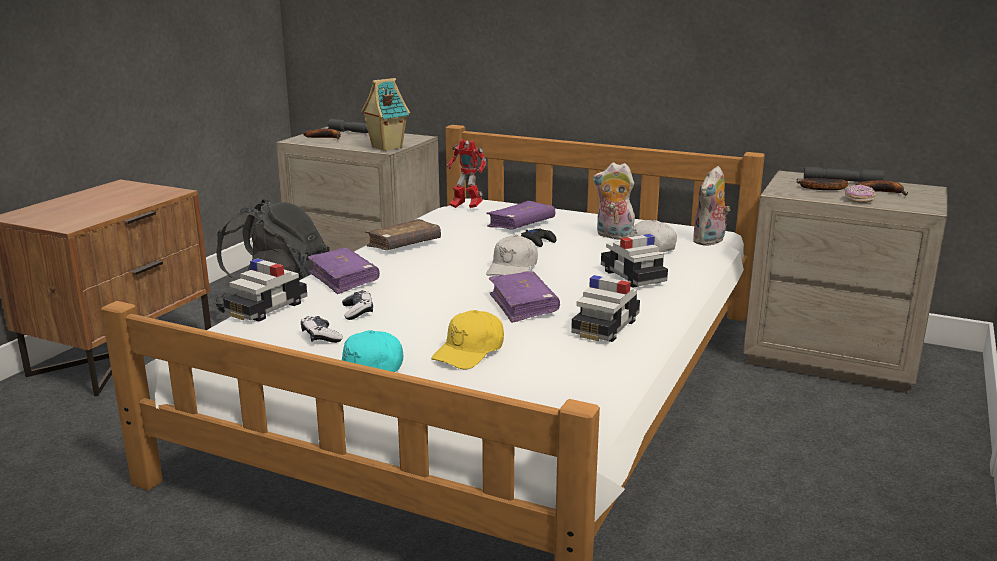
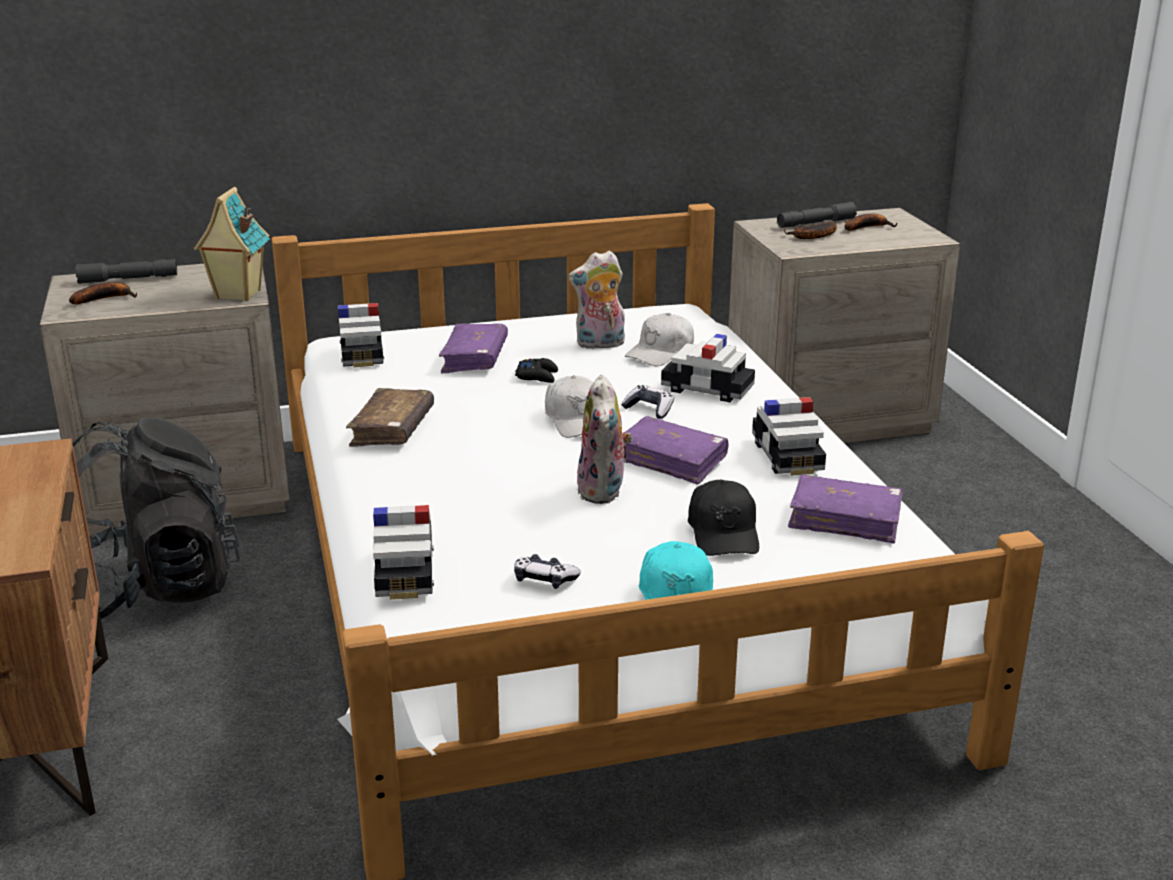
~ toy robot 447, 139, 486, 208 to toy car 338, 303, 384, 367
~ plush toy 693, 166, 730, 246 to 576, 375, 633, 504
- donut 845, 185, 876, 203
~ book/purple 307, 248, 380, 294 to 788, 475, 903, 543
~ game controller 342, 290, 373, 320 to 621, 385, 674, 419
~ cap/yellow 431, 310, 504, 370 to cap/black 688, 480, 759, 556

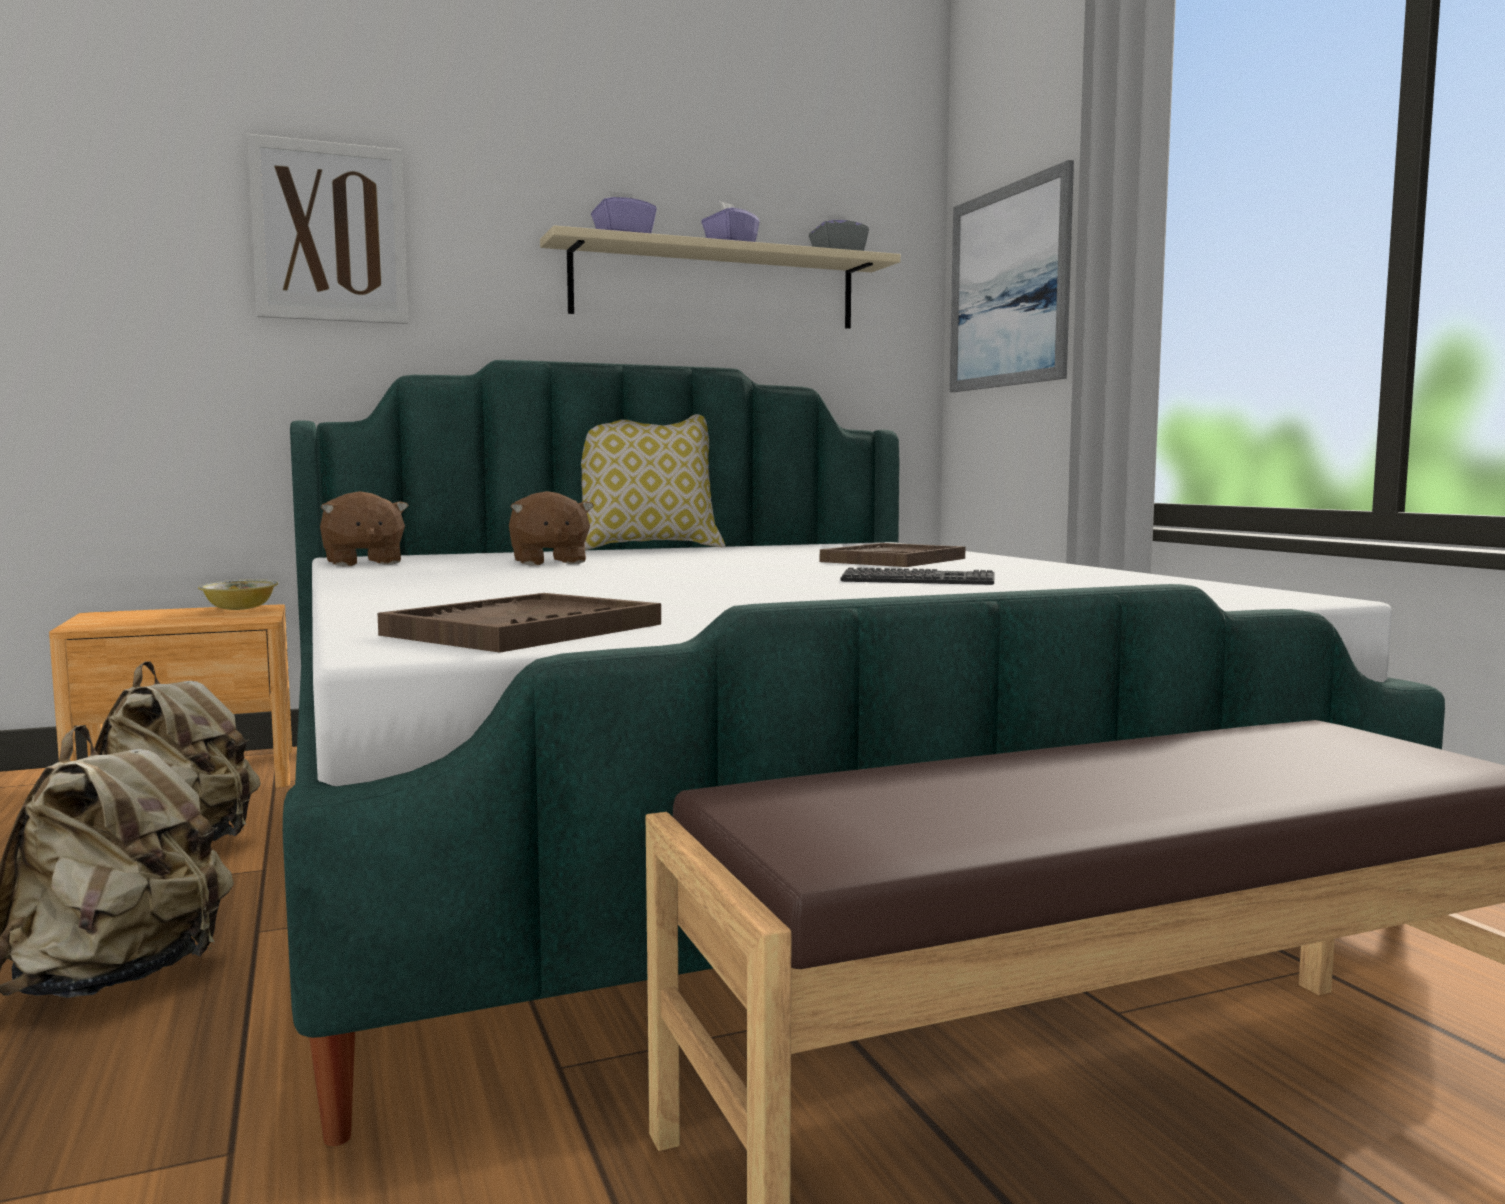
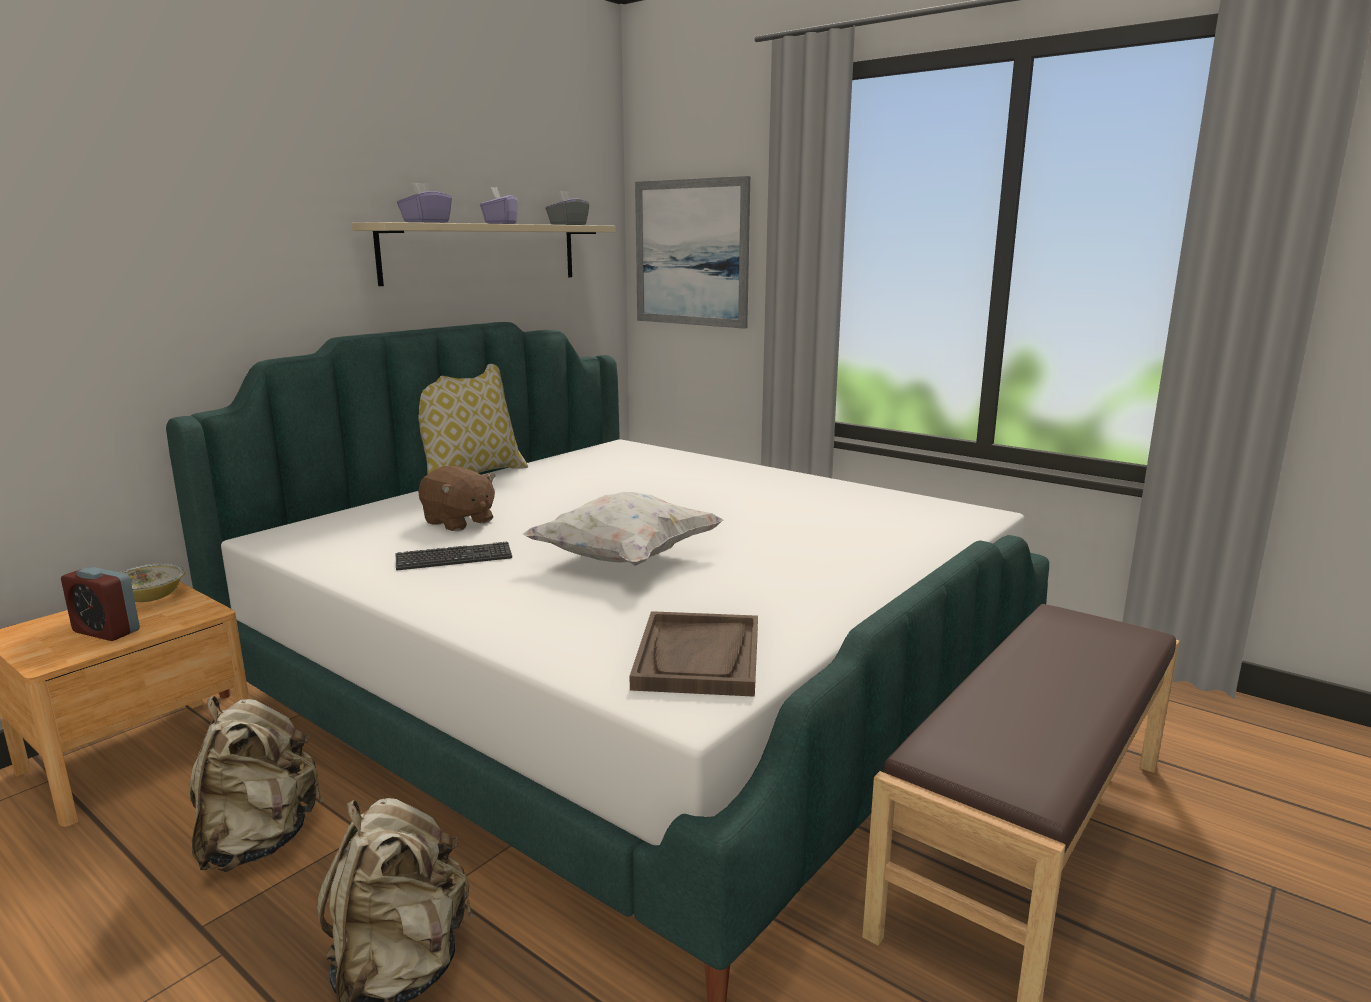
- picture 247, 134, 408, 324
- plush toy/brown 320, 491, 408, 566
- tray/brown 820, 543, 965, 567
~ keyboard 840, 567, 994, 585 to 396, 541, 512, 570
+ pillow/white 522, 492, 724, 566
+ alarm clock 61, 567, 140, 641

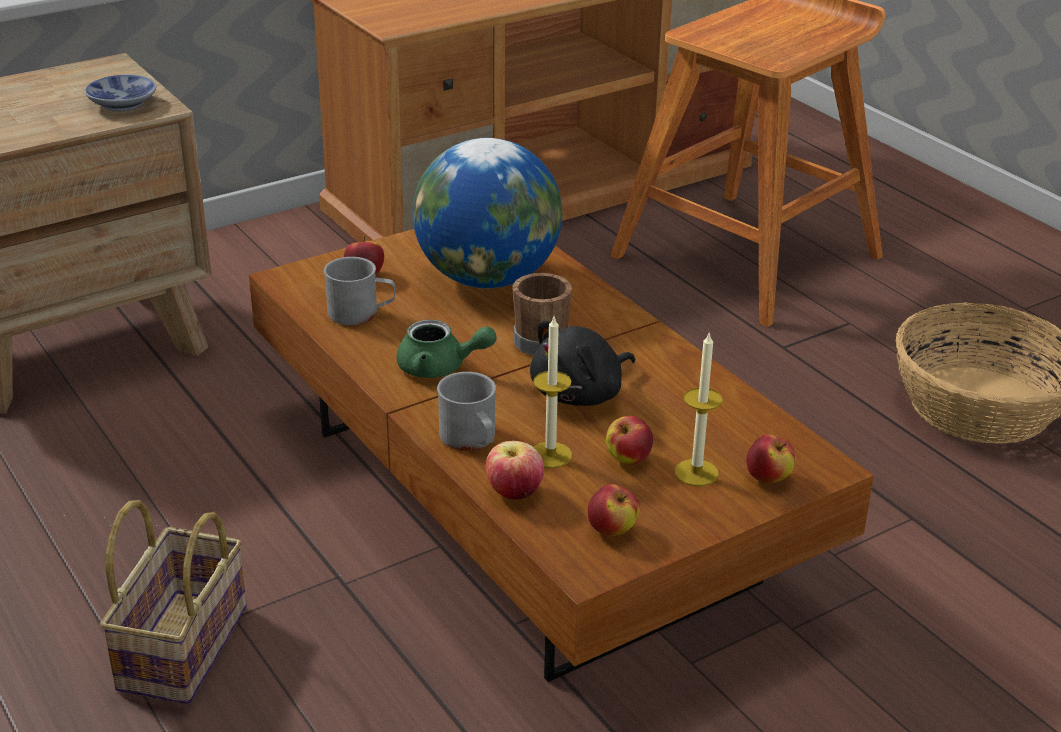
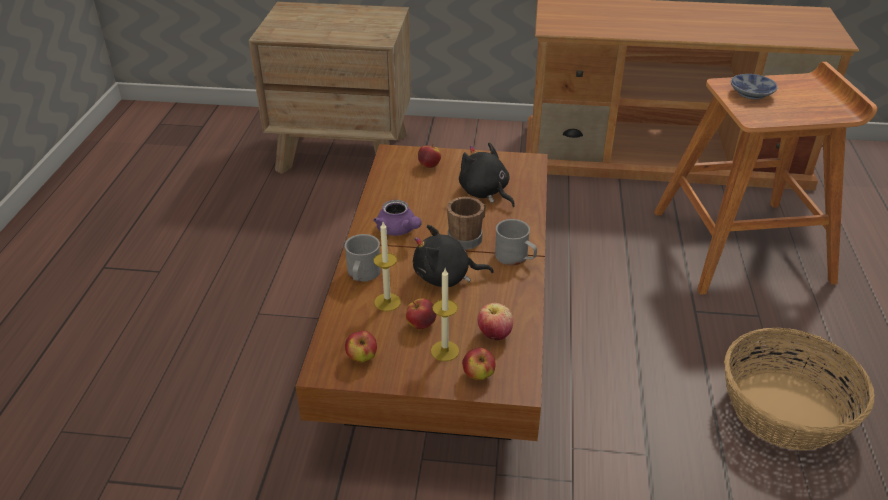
~ bowl 85, 75, 156, 112 to 731, 74, 777, 100
~ globe 412, 138, 562, 288 to plush toy/black 459, 142, 515, 207
~ mug/grey 324, 257, 395, 325 to 495, 219, 537, 265
~ teapot/green 397, 320, 497, 378 to teapot/purple 373, 200, 422, 236
~ apple 486, 441, 544, 499 to 477, 303, 513, 340
- basket 100, 500, 247, 704

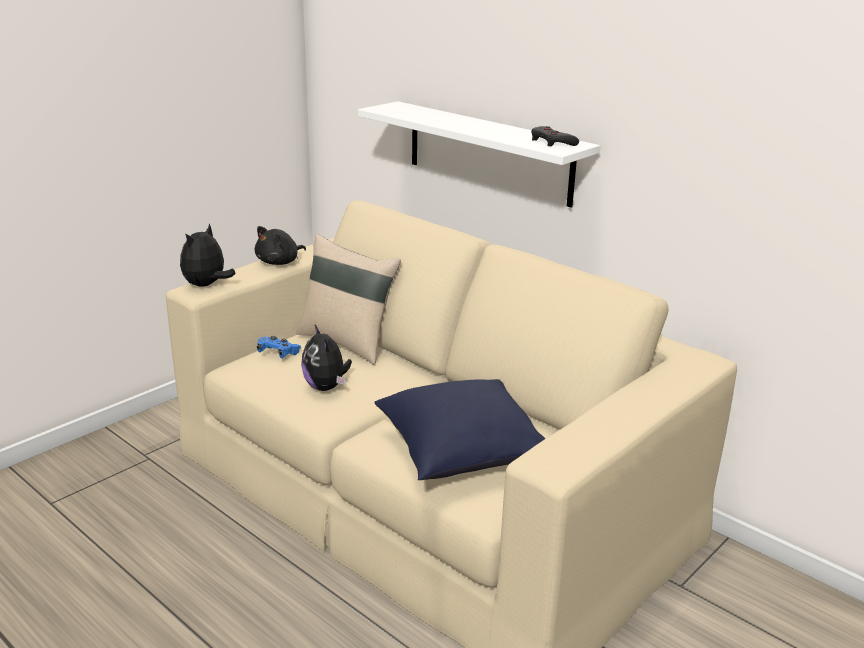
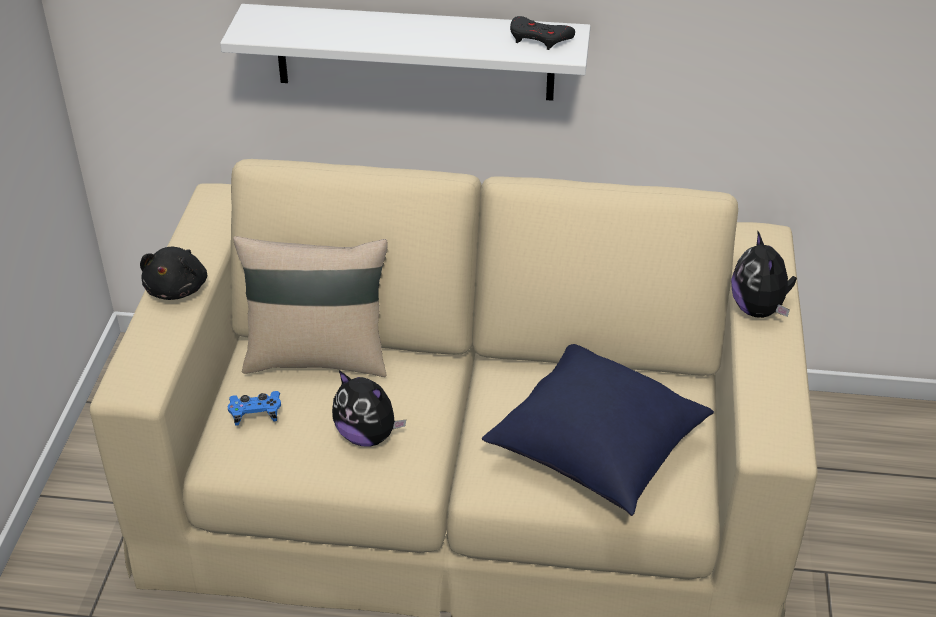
~ plush toy 180, 224, 236, 287 to 731, 231, 797, 318

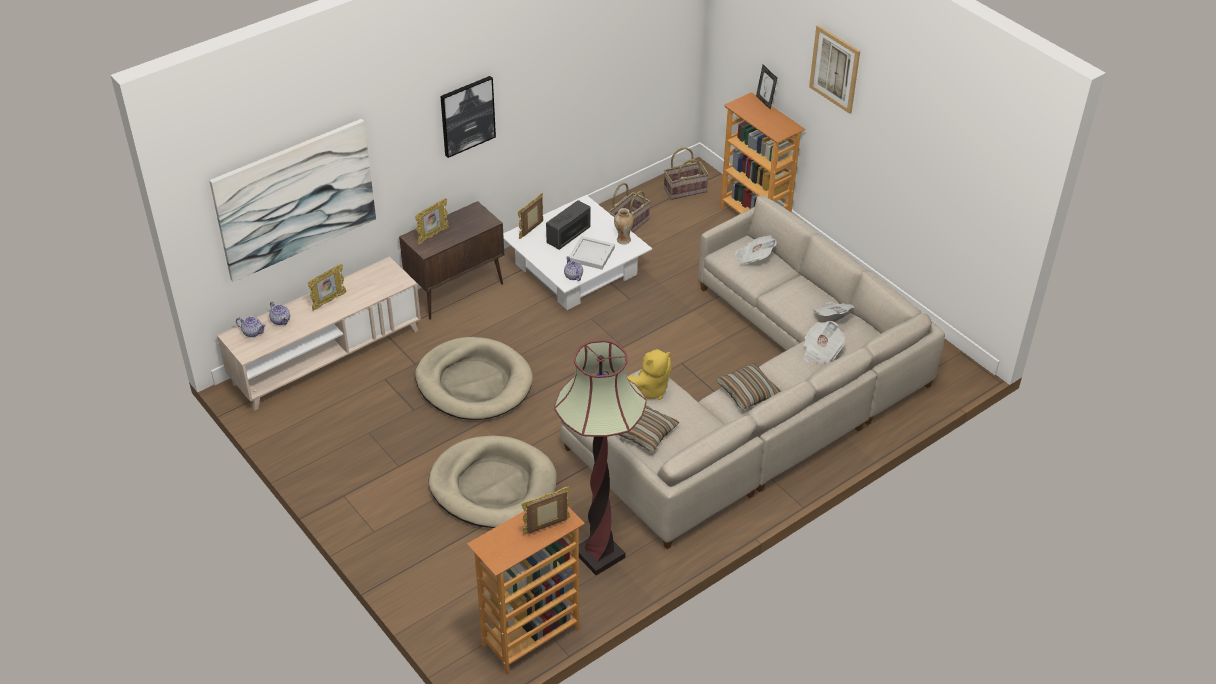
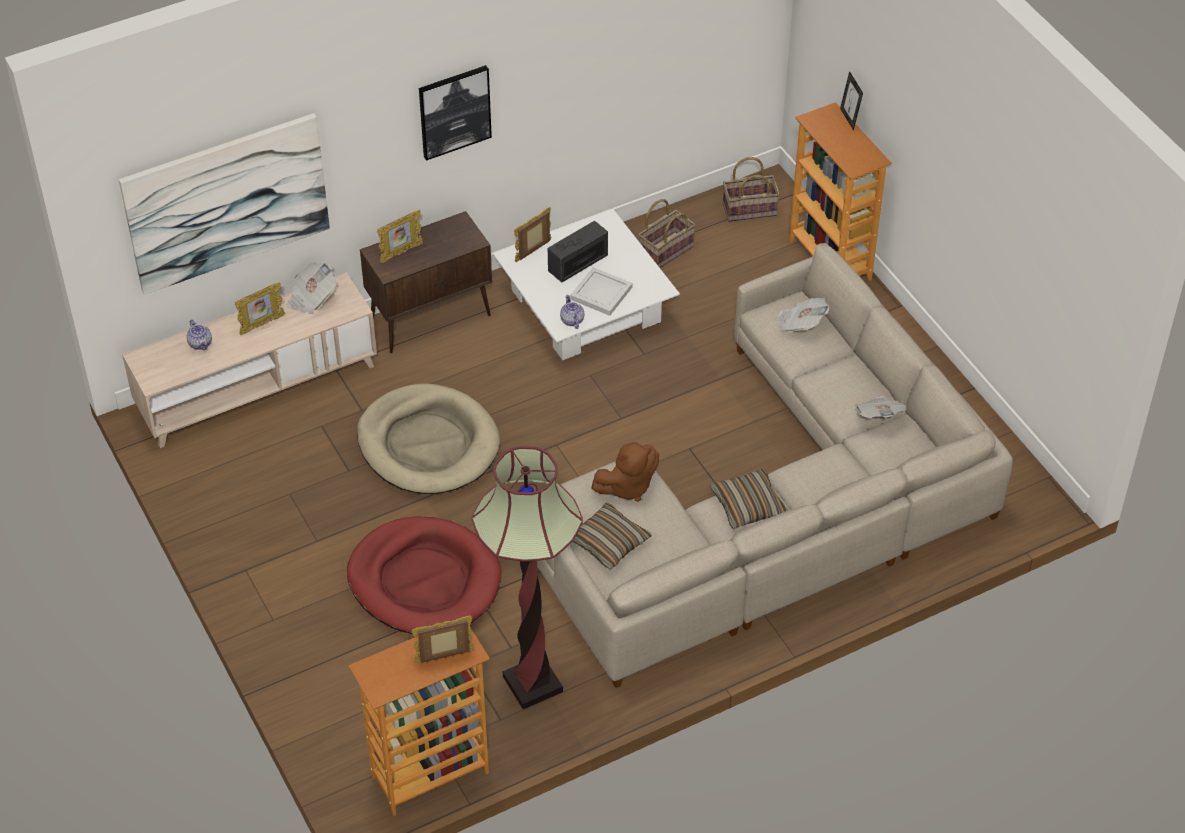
- picture 809, 25, 860, 114
- vase 614, 208, 634, 245
- teapot 236, 316, 266, 337
~ newspaper 803, 321, 845, 365 to 287, 263, 336, 314
~ plush toy/yellow 627, 349, 672, 400 to plush toy/brown 591, 442, 659, 502
~ dog bed/beige 429, 435, 557, 528 to dog bed/red 347, 516, 501, 634

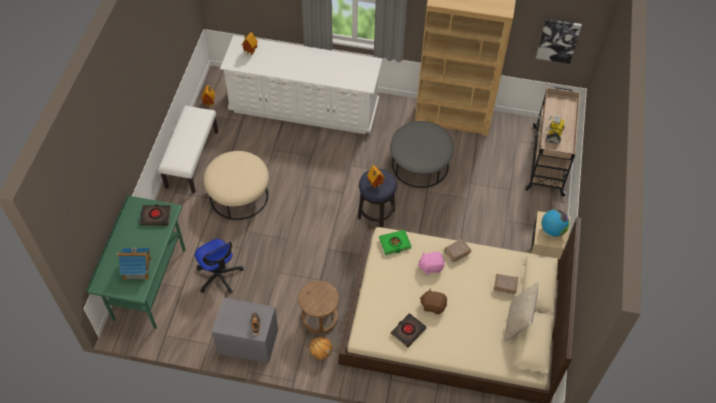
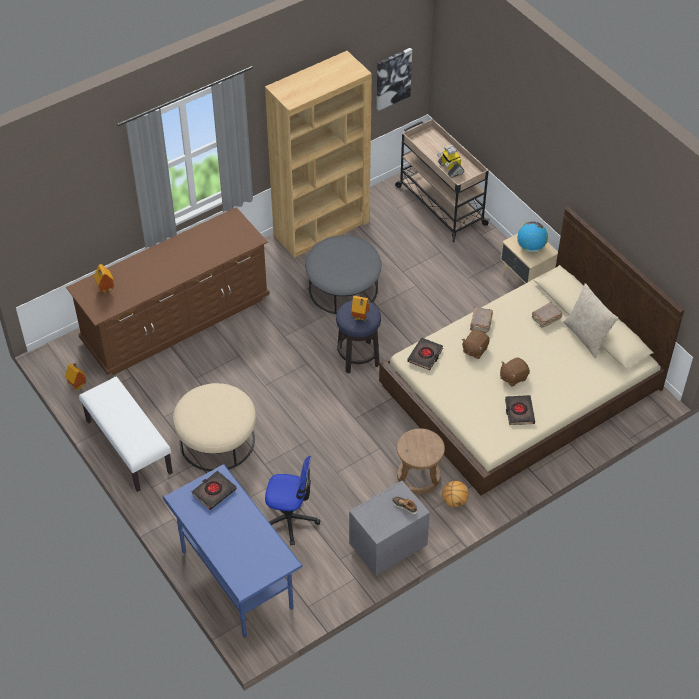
~ dresser/white 220, 35, 382, 134 to dresser/brown 66, 207, 270, 375
~ desk/green 86, 194, 186, 329 to desk/blue 162, 464, 302, 638
~ book/green 379, 230, 412, 255 to book/black 407, 337, 443, 370
- toy house 117, 247, 151, 280
~ plush toy/pink 418, 252, 445, 274 to plush toy/brown 462, 330, 490, 359

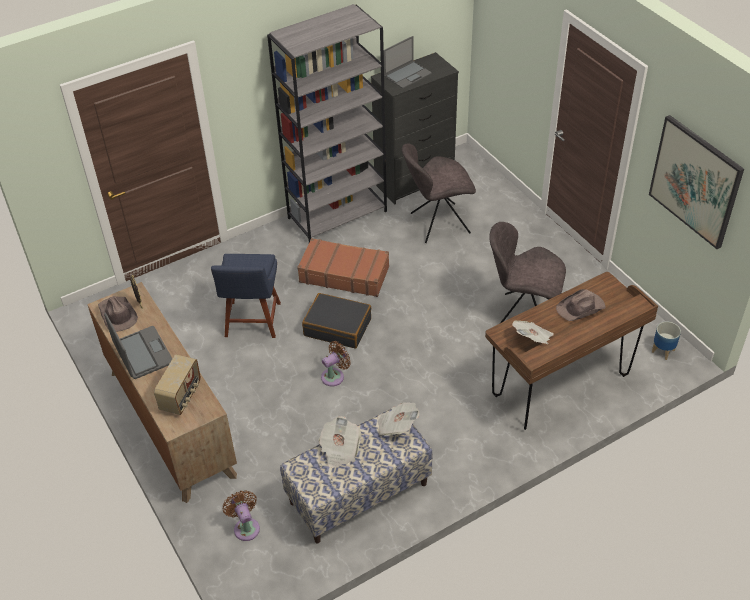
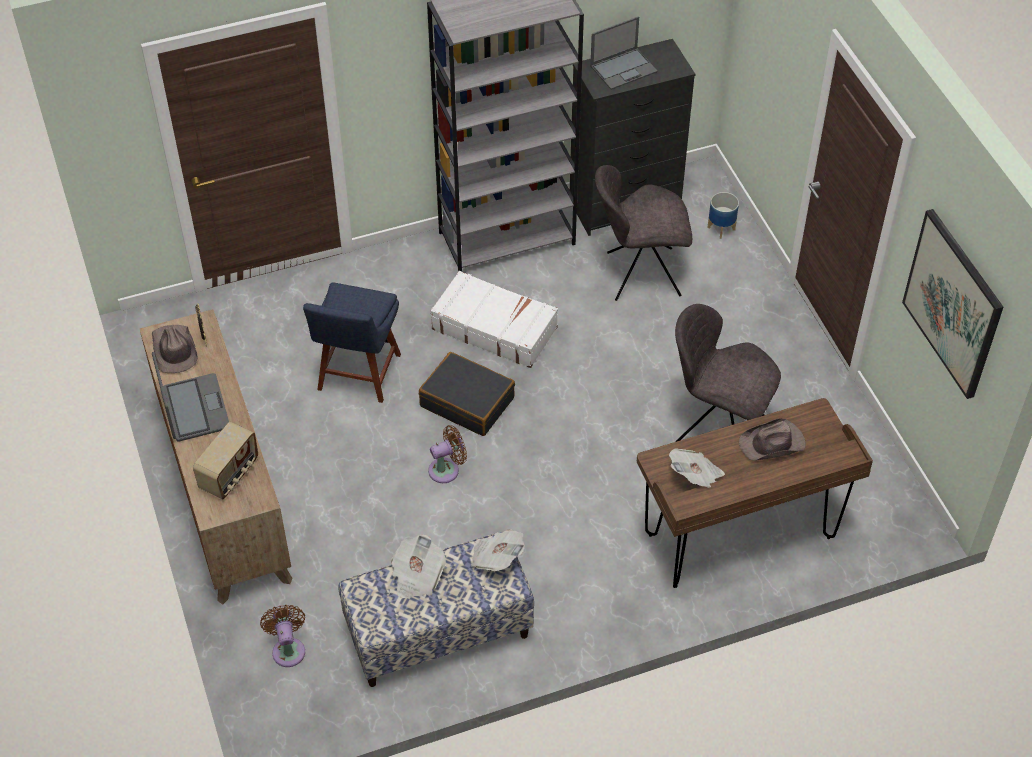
~ suitcase/brown 297, 238, 389, 297 to suitcase/white 431, 271, 558, 368
~ planter 652, 321, 681, 360 to 707, 192, 739, 239

